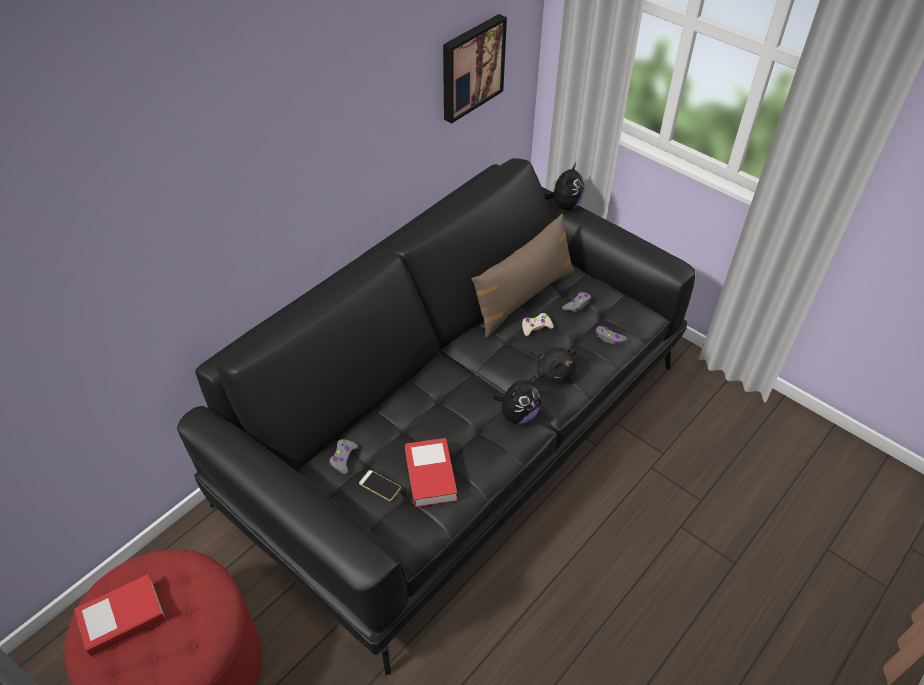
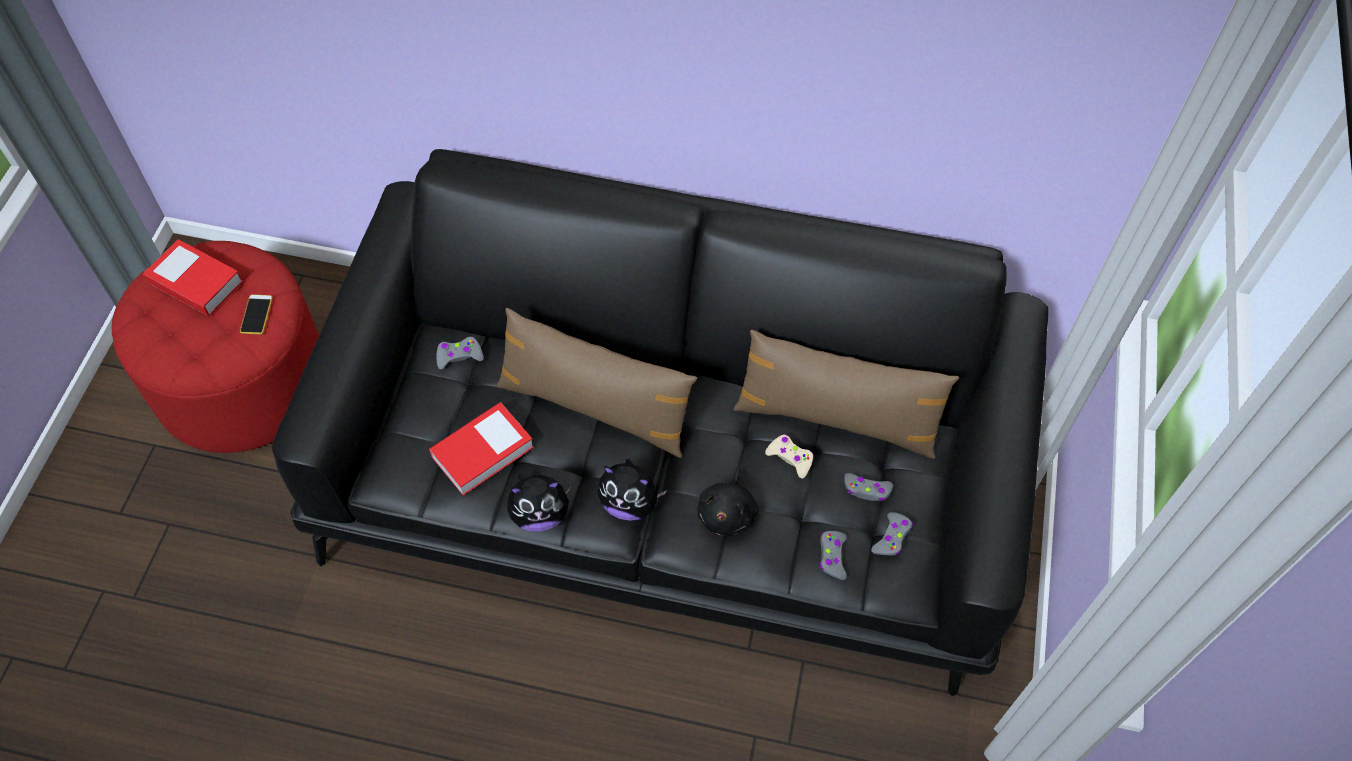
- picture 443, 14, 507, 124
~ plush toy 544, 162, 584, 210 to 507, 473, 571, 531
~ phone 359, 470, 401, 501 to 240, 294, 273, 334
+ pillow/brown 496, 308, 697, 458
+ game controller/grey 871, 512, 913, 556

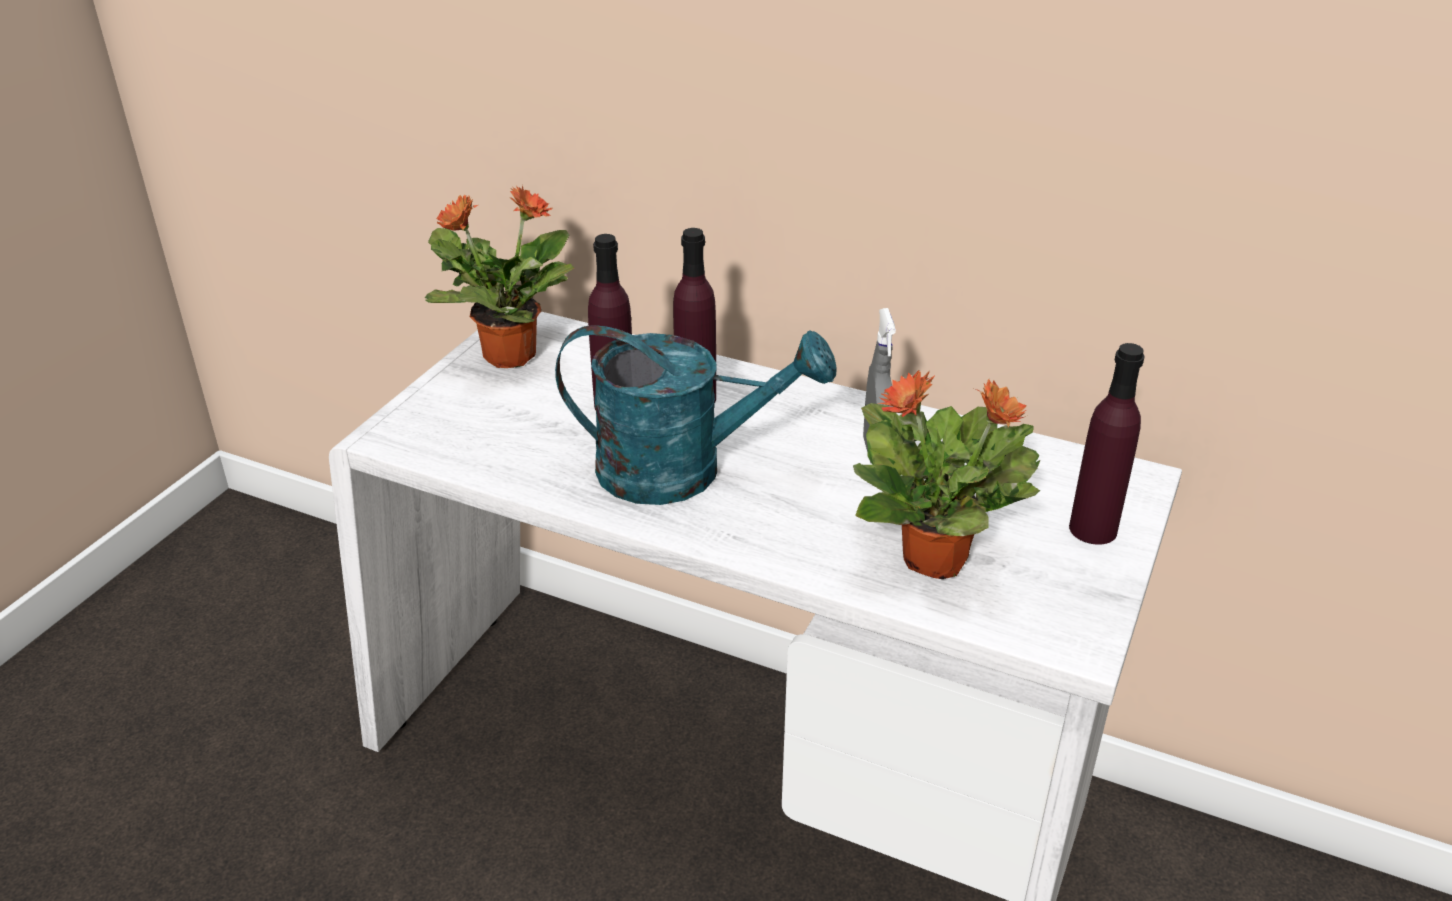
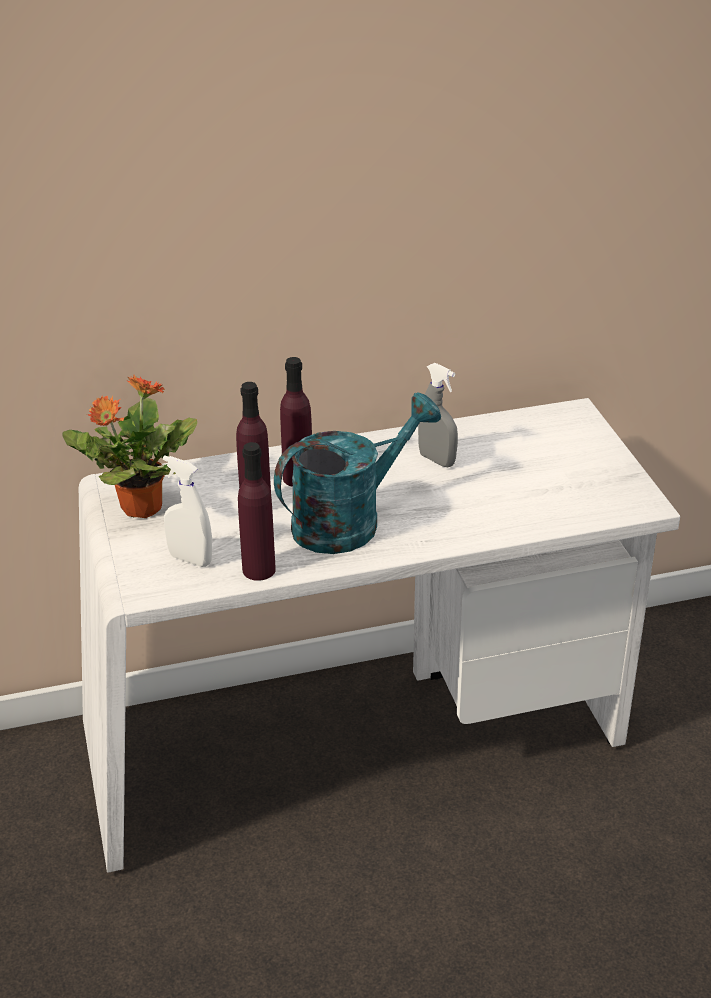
~ bottle/purple 1069, 343, 1145, 545 to 238, 442, 276, 581
- potted plant 853, 370, 1040, 579
+ spray bottle/white 163, 455, 212, 567

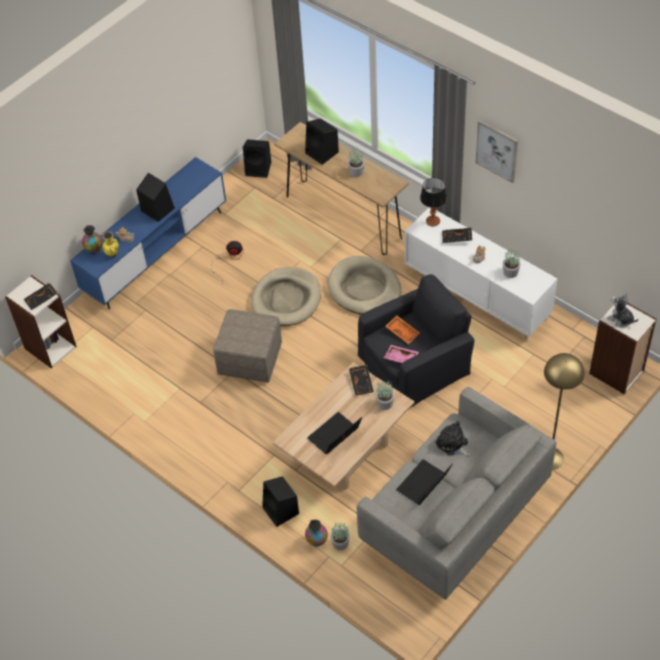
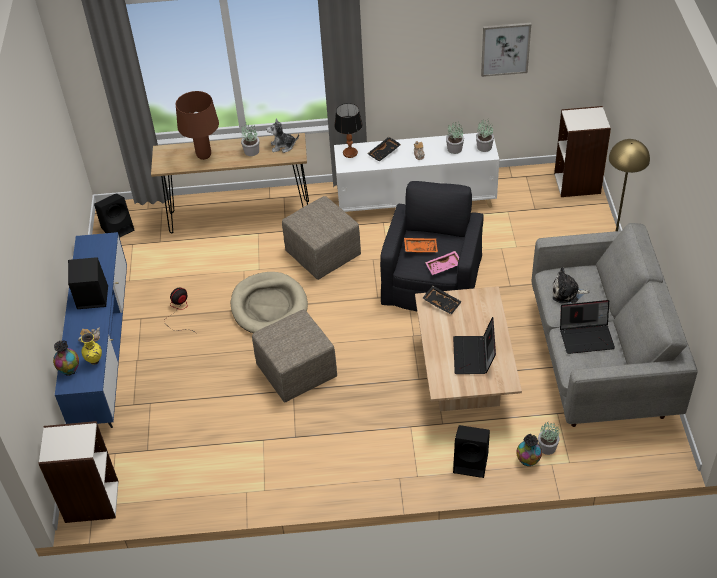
~ speaker/black 305, 118, 339, 165 to table lamp/brown 176, 91, 219, 160
~ picture 475, 120, 518, 183 to 481, 23, 531, 77
~ dog bed/beige 327, 256, 401, 315 to ottoman/beige 282, 196, 361, 280
- tray/black 24, 283, 58, 310
~ plush toy 607, 293, 638, 328 to 266, 118, 299, 153
~ potted plant 376, 381, 394, 410 to 476, 120, 494, 152
~ laptop 396, 459, 453, 505 = 560, 300, 615, 354 90 degrees counterclockwise

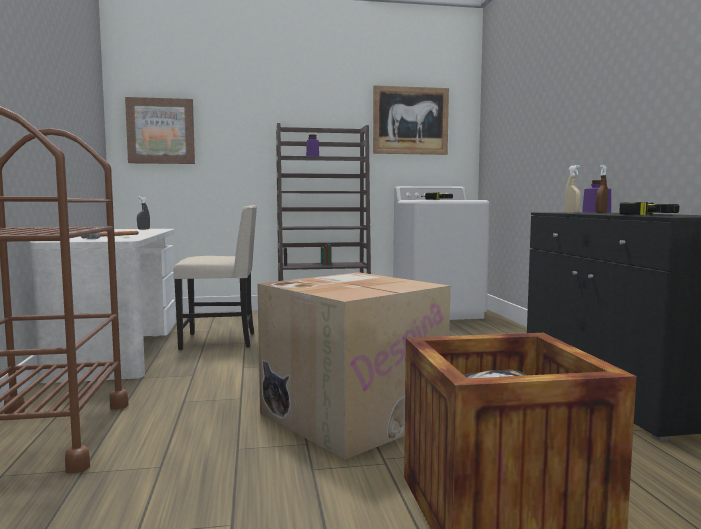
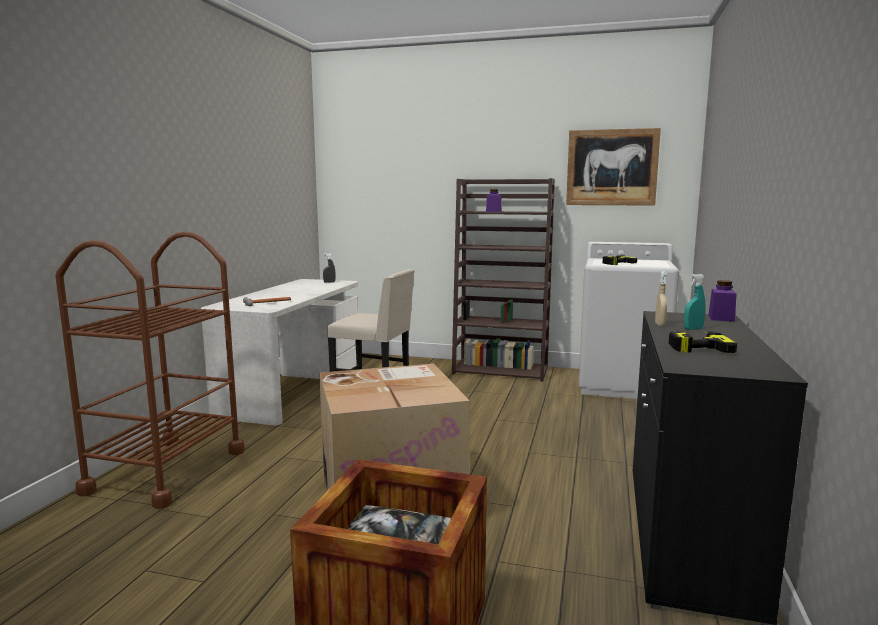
- picture 125, 97, 195, 164
~ spray bottle/brown 596, 165, 608, 213 to spray bottle/turquoise 684, 274, 706, 330

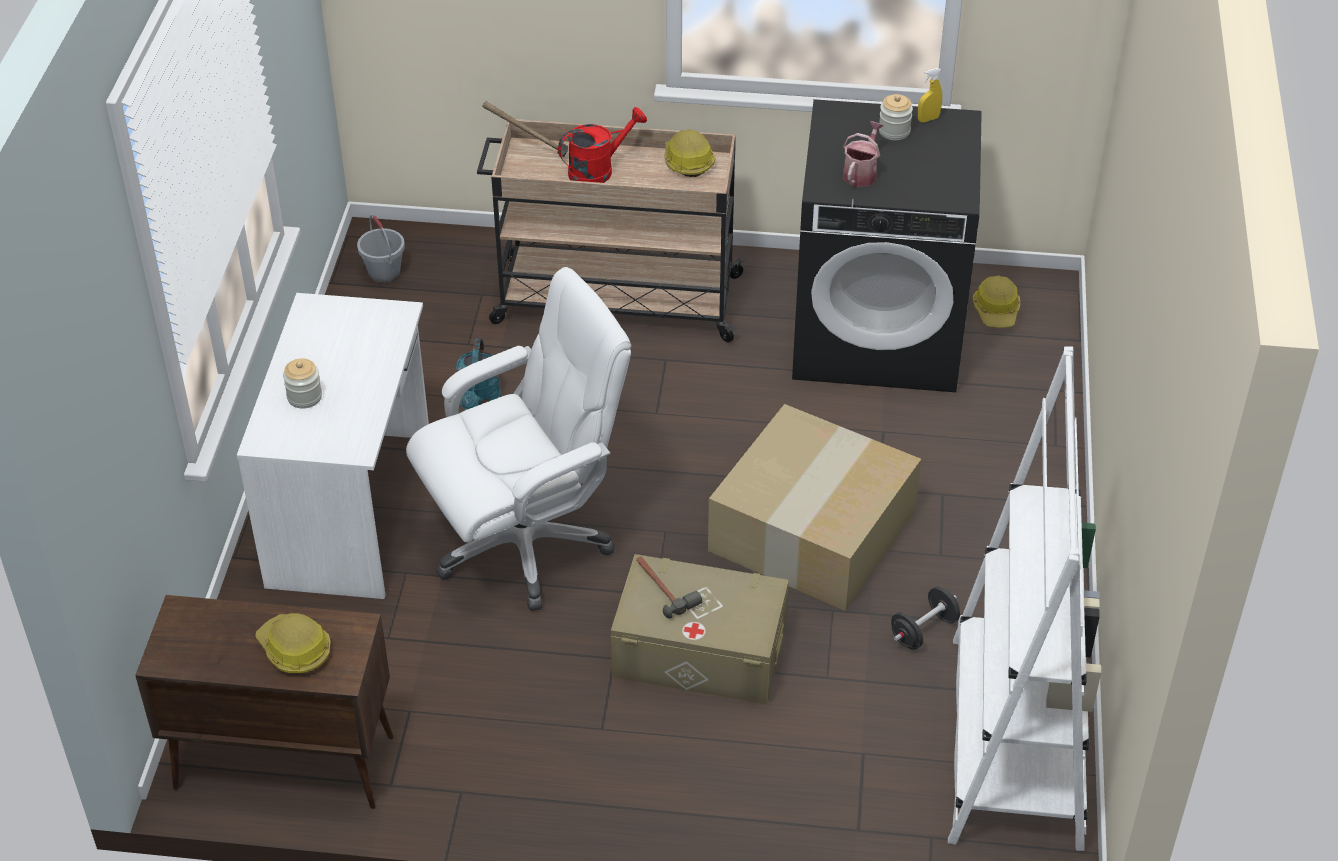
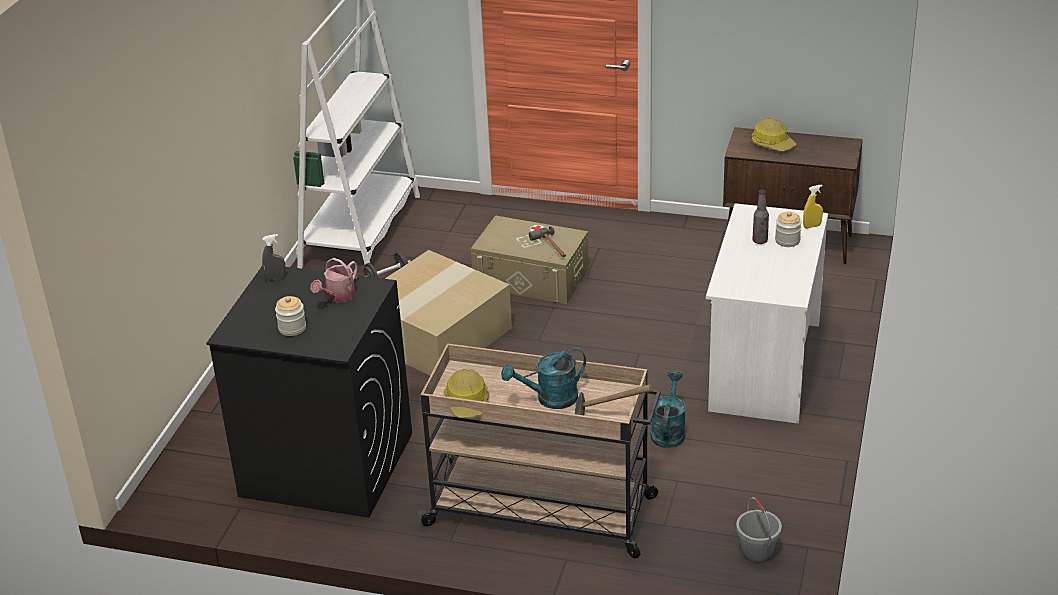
~ spray bottle/yellow 918, 68, 942, 122 to 803, 185, 823, 228
~ watering can/red 558, 107, 647, 183 to watering can/turquoise 501, 347, 586, 409
- office chair/white 406, 267, 631, 611
- hard hat 973, 275, 1020, 328
+ bottle 753, 190, 769, 244
+ spray bottle/grey 262, 234, 286, 281

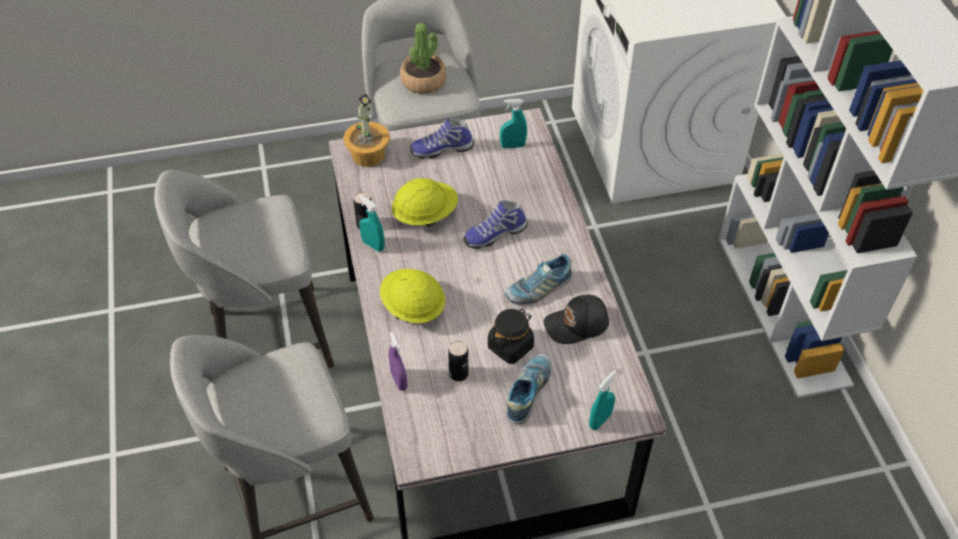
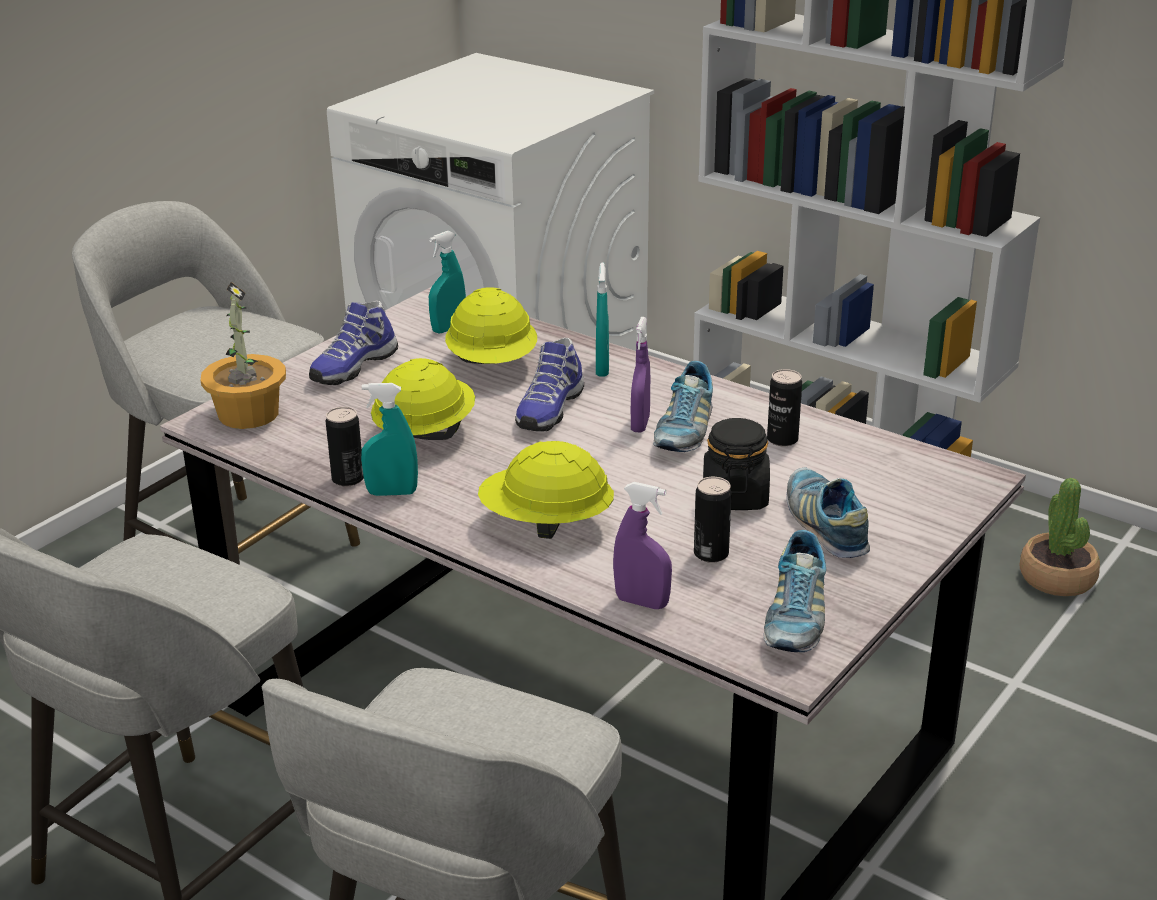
~ potted plant 400, 23, 447, 94 to 1020, 478, 1100, 596
~ cap/black 544, 295, 609, 344 to can 767, 369, 802, 446
~ spray bottle/turquoise 589, 370, 616, 430 to 596, 262, 609, 377
+ hard hat/yellow 445, 287, 537, 364
+ spray bottle/purple 631, 317, 650, 432
+ shoe 764, 530, 826, 652

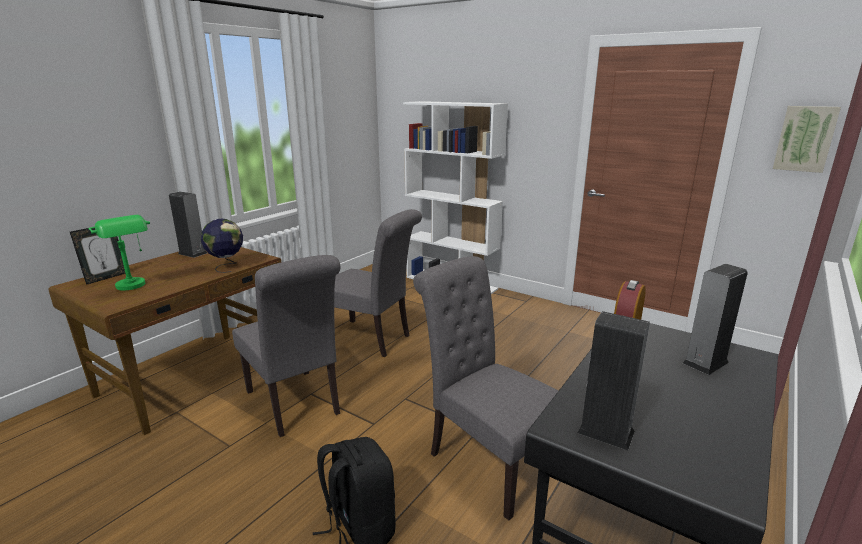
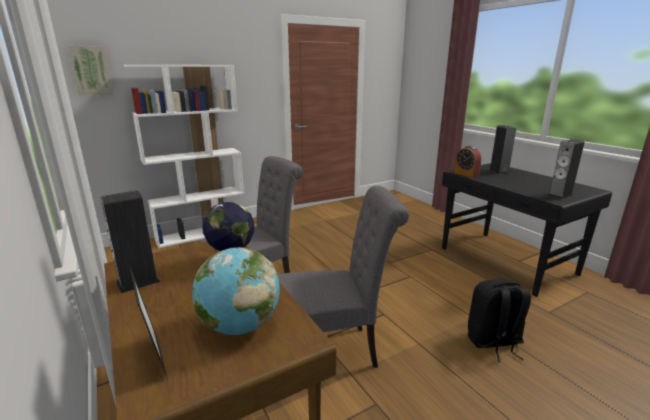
~ picture 773, 106, 841, 173 to 68, 46, 114, 96
~ table lamp/green 89, 215, 150, 291 to globe 192, 247, 280, 335
- chair/grey 413, 256, 559, 520

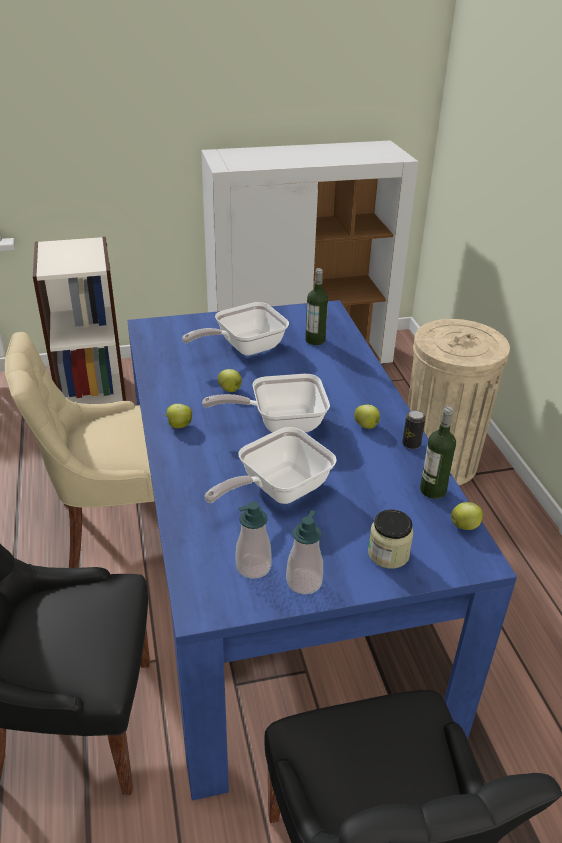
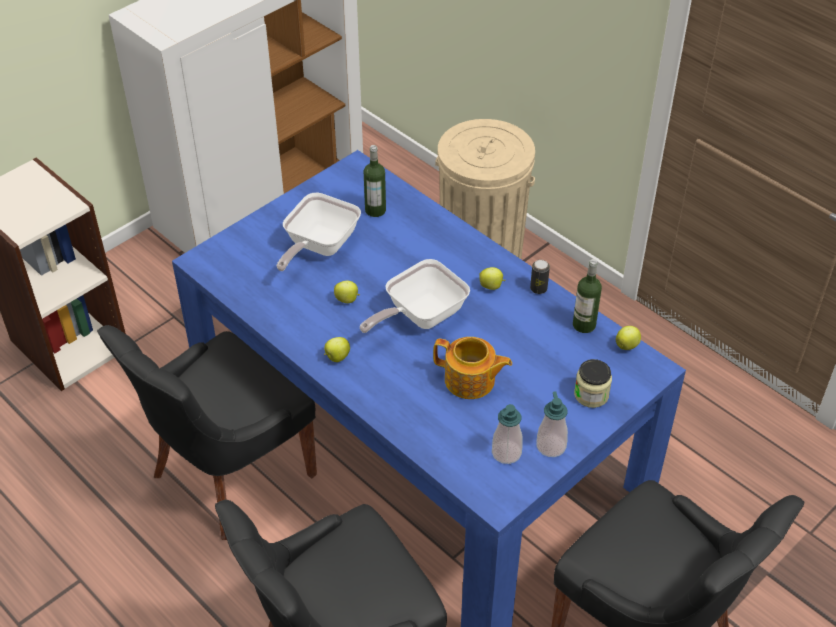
~ chair/beige 5, 332, 155, 568 to chair/black 97, 325, 317, 540
~ frying pan 205, 427, 337, 504 to teapot 433, 337, 512, 399

